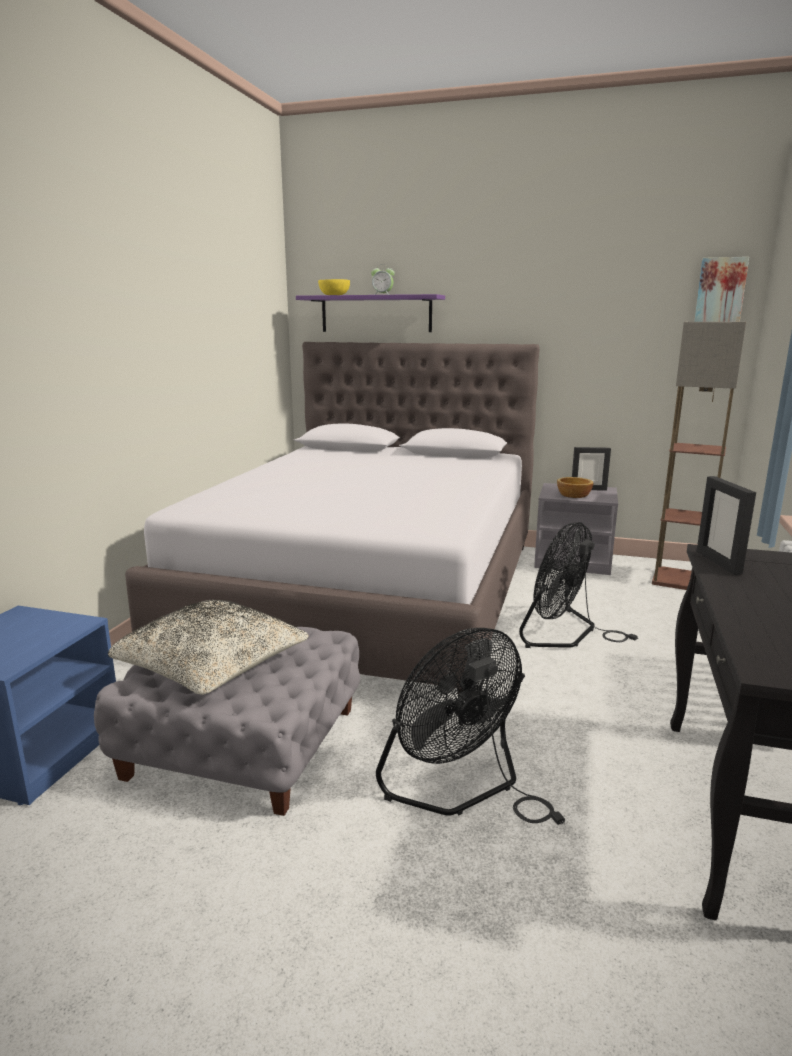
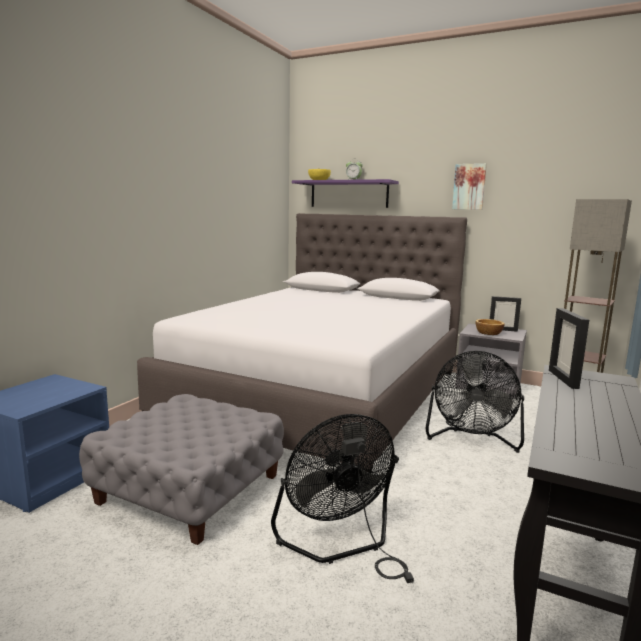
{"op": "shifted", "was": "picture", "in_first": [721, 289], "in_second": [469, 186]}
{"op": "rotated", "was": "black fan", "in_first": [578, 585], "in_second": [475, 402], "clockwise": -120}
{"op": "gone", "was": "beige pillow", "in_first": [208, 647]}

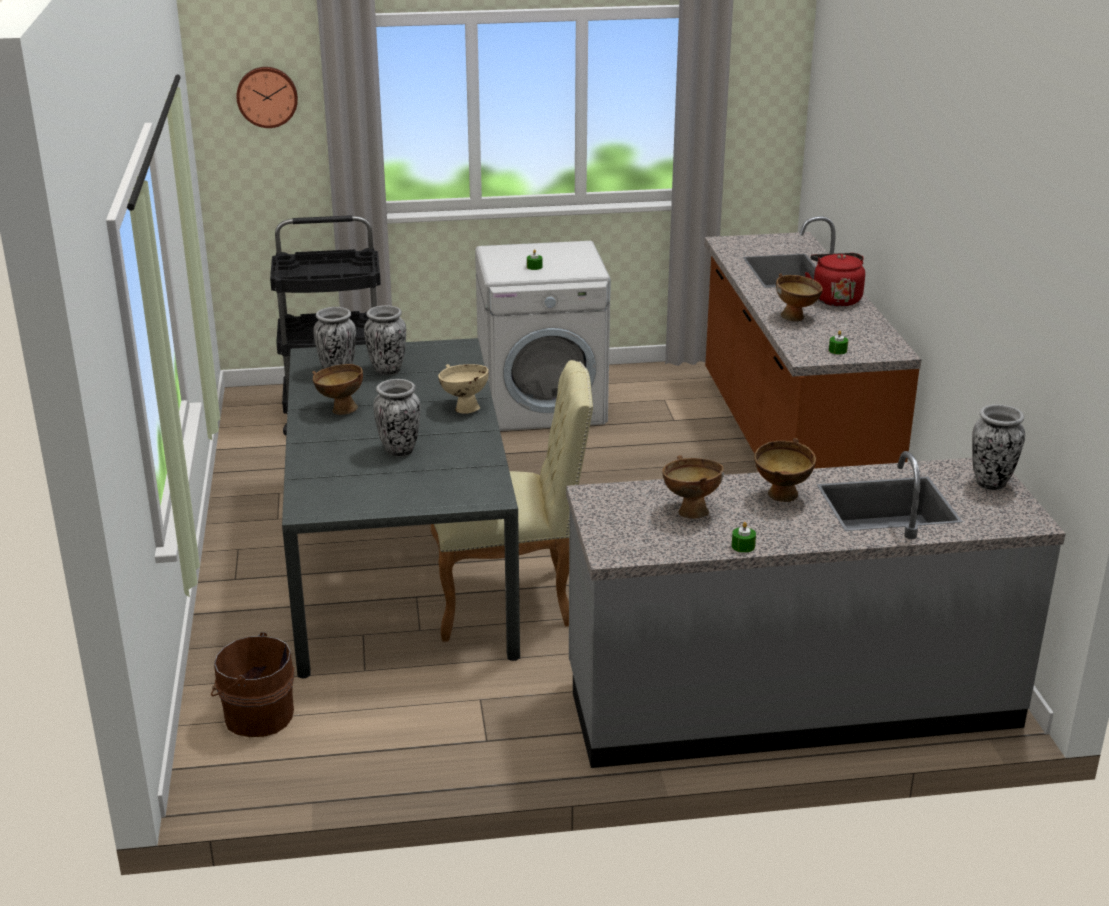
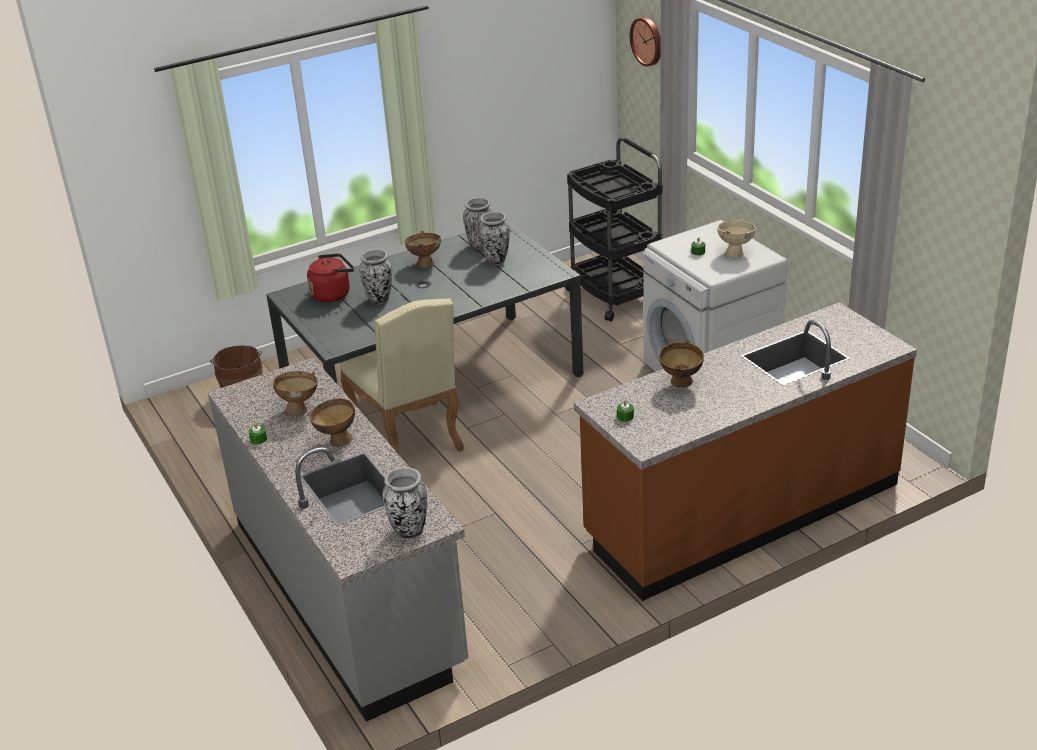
{"op": "shifted", "was": "red kettle", "in_first": [835, 280], "in_second": [330, 278]}
{"op": "shifted", "was": "beige bowl", "in_first": [463, 389], "in_second": [736, 238]}

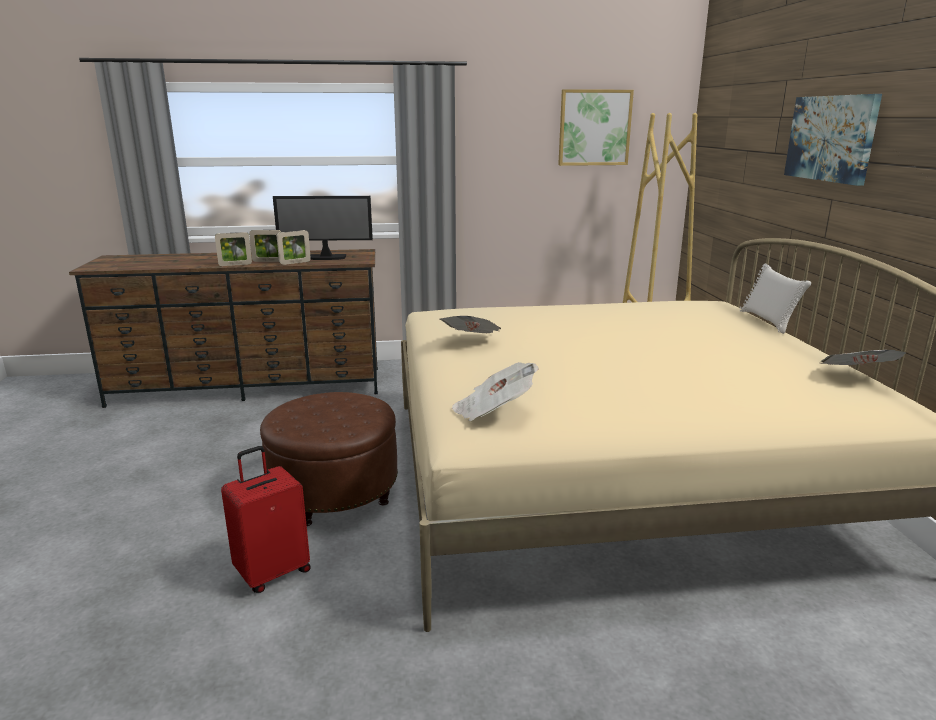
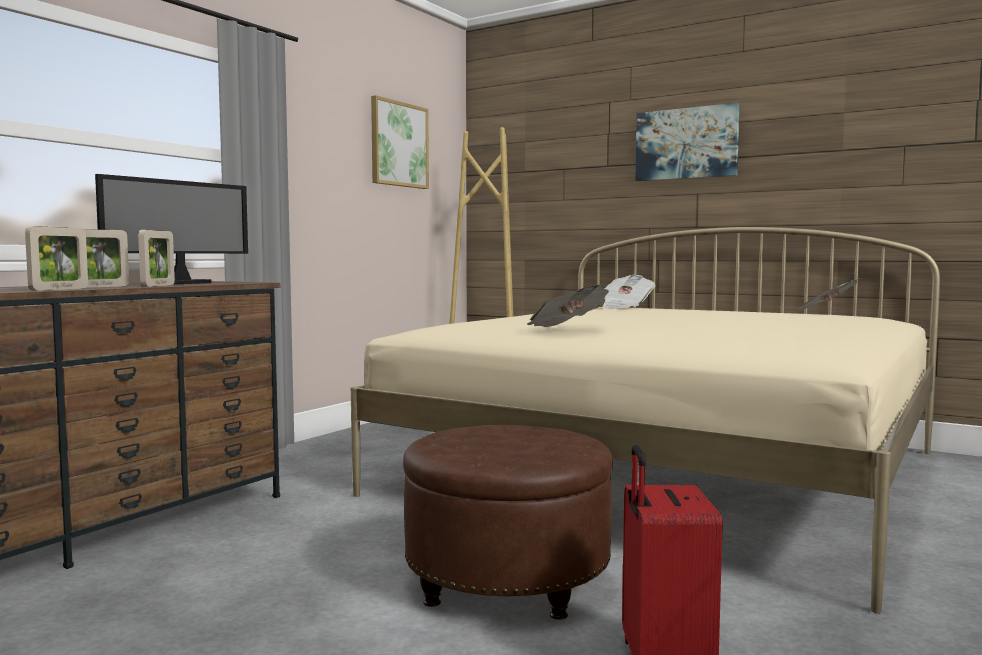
{"op": "gone", "was": "white pillow", "in_first": [775, 298]}
{"op": "shifted", "was": "newspaper", "in_first": [495, 391], "in_second": [629, 292]}

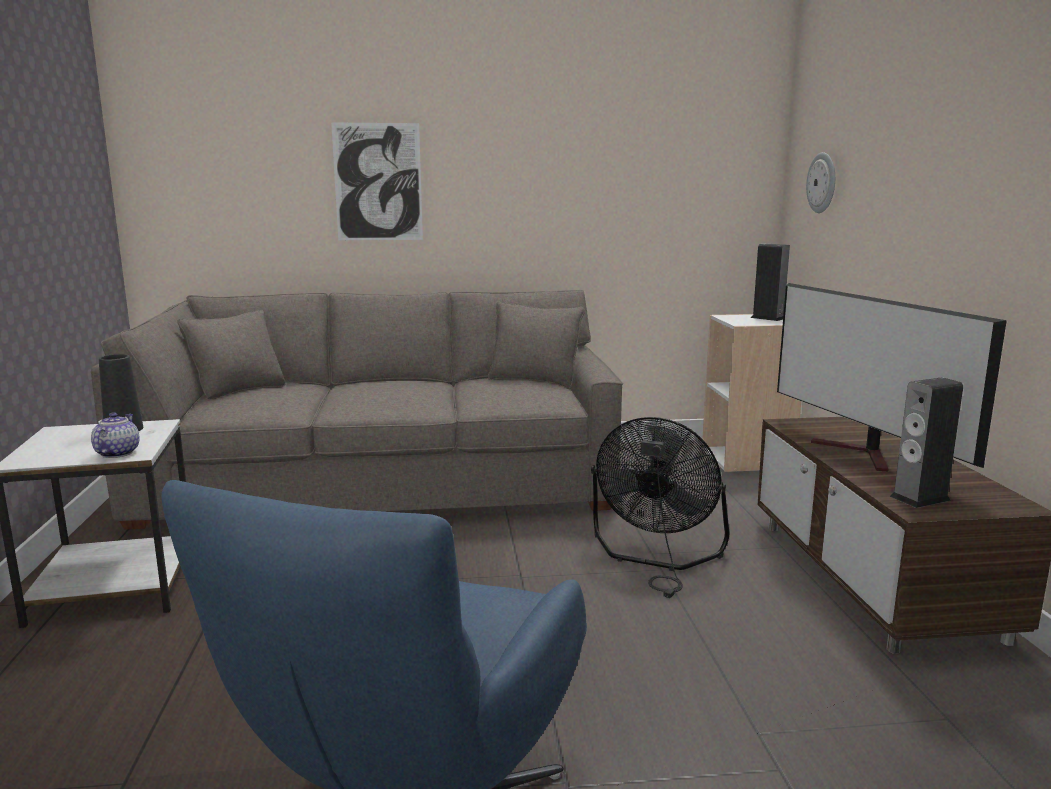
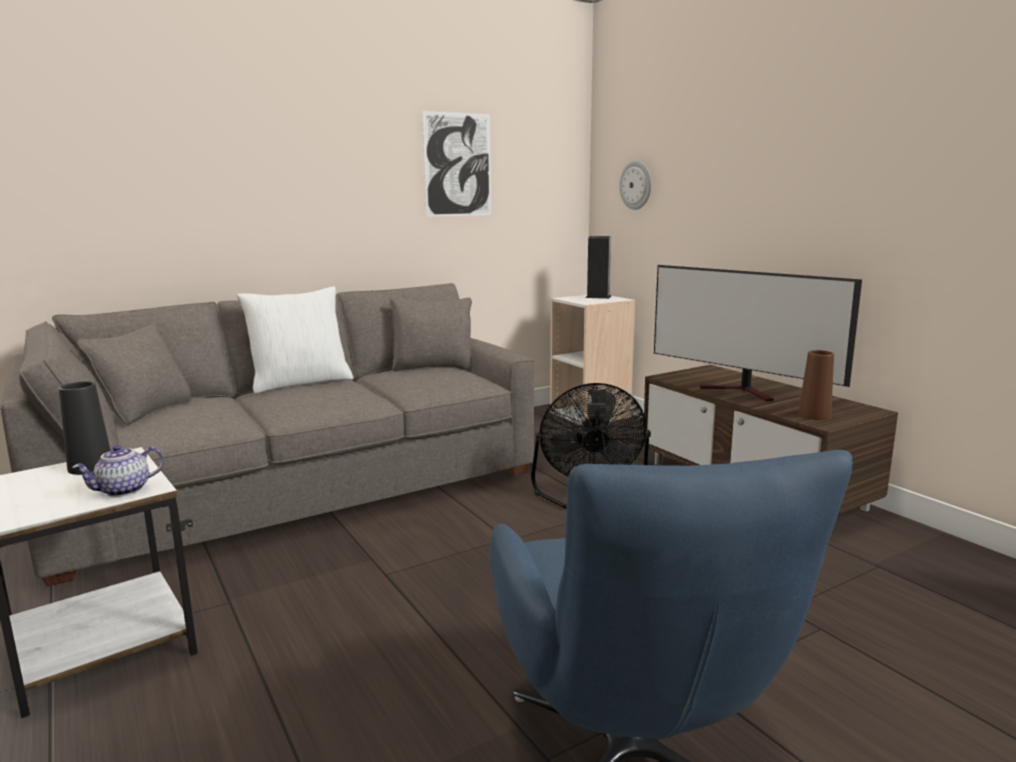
{"op": "shifted", "was": "picture", "in_first": [377, 181], "in_second": [456, 164]}
{"op": "swapped", "was": "speaker", "now": "brown vase", "in_first": [926, 442], "in_second": [816, 385]}
{"op": "rotated", "was": "teapot", "in_first": [115, 435], "in_second": [118, 471], "clockwise": -105}
{"op": "new", "now": "white pillow", "in_second": [295, 340]}

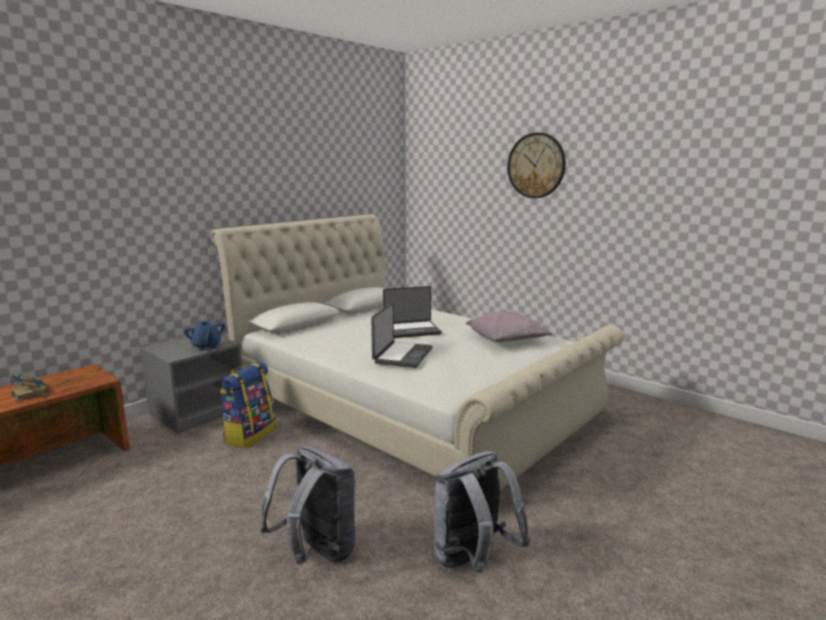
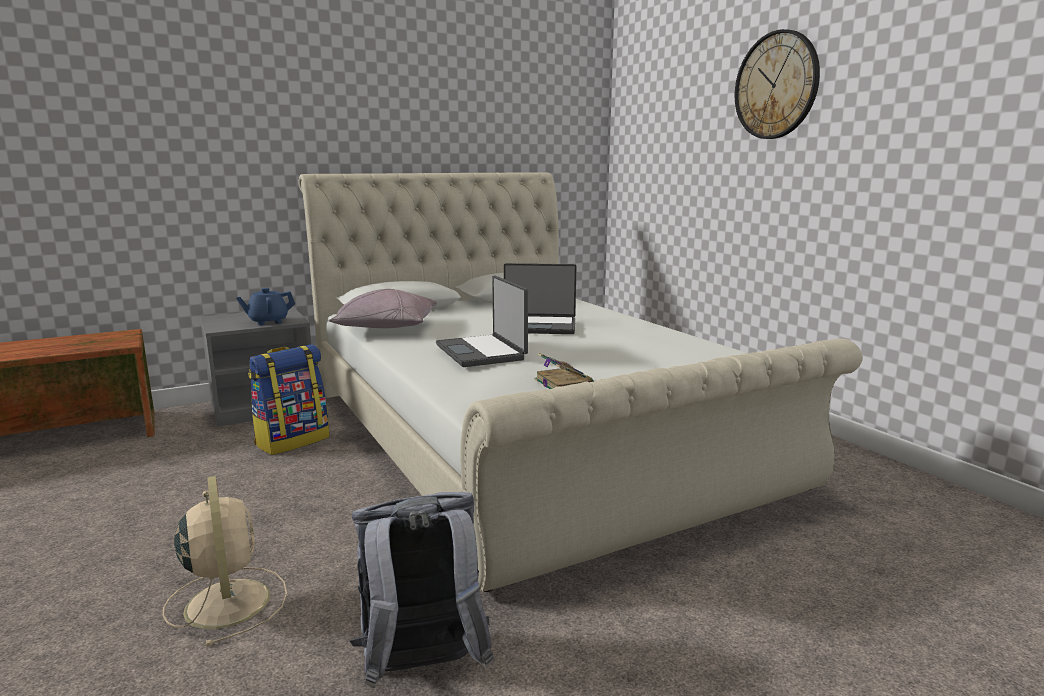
{"op": "rotated", "was": "laptop", "in_first": [402, 335], "in_second": [482, 321], "clockwise": 120}
{"op": "shifted", "was": "purple pillow", "in_first": [509, 326], "in_second": [383, 308]}
{"op": "rotated", "was": "blue teapot", "in_first": [204, 336], "in_second": [265, 307], "clockwise": 75}
{"op": "shifted", "was": "book", "in_first": [29, 387], "in_second": [564, 371]}
{"op": "swapped", "was": "grey backpack", "now": "beige fan", "in_first": [307, 505], "in_second": [225, 561]}

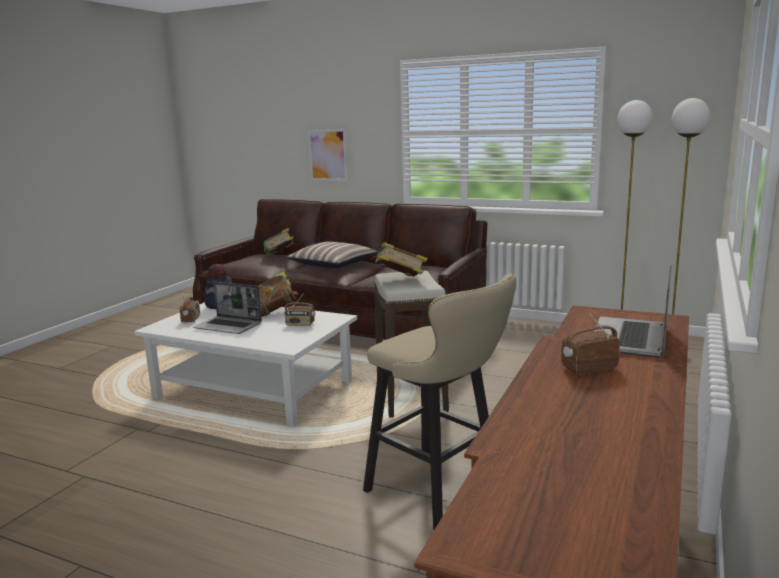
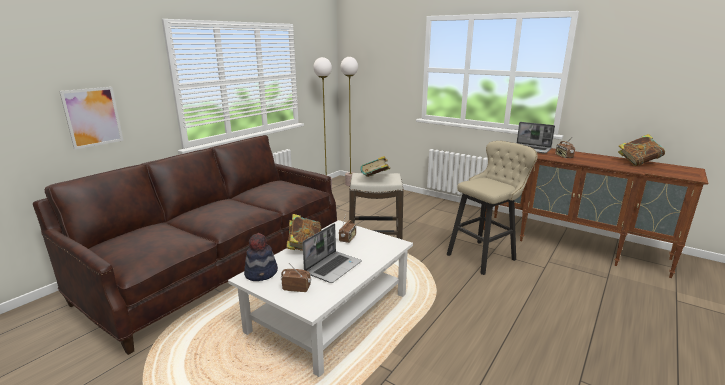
{"op": "shifted", "was": "book", "in_first": [279, 241], "in_second": [641, 150]}
{"op": "gone", "was": "pillow", "in_first": [332, 254]}

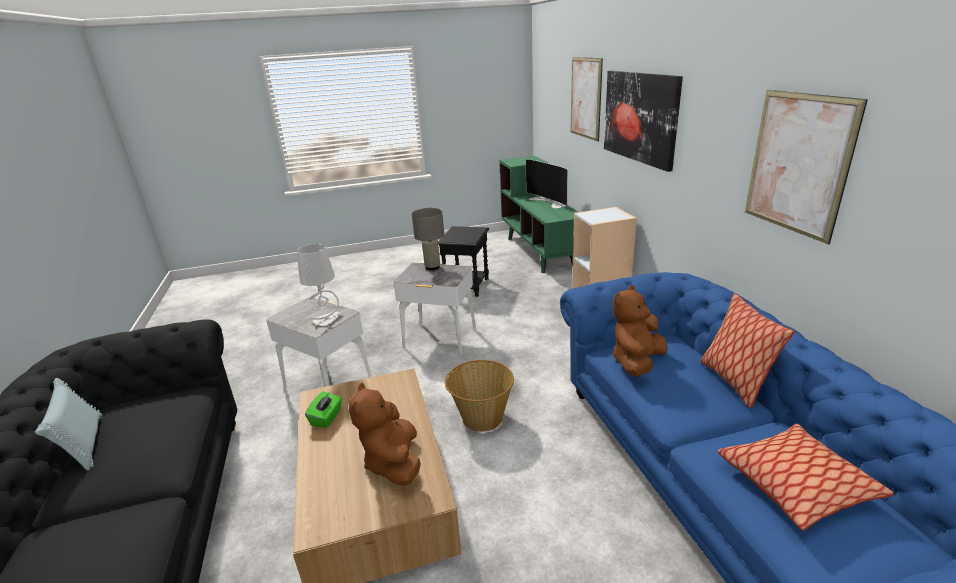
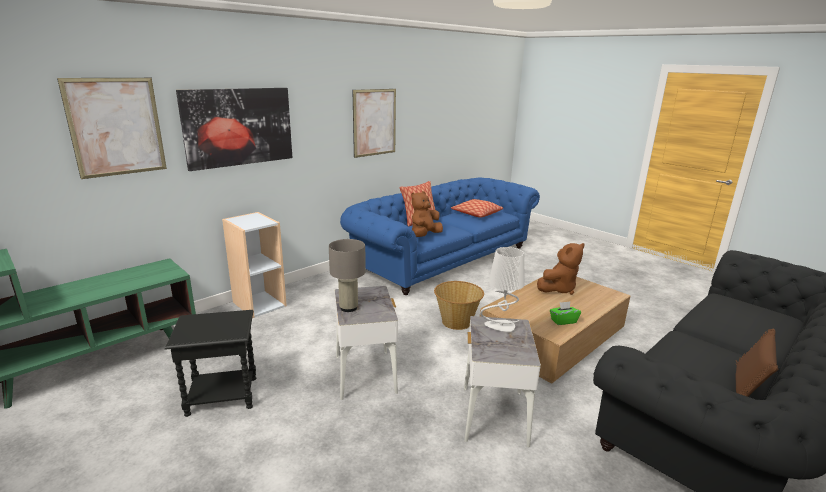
{"op": "gone", "was": "television", "in_first": [547, 183]}
{"op": "rotated", "was": "brown plush toy", "in_first": [640, 330], "in_second": [427, 214], "clockwise": 120}
{"op": "repainted", "was": "blue pillow", "now": "brown pillow", "in_first": [68, 424], "in_second": [756, 363]}

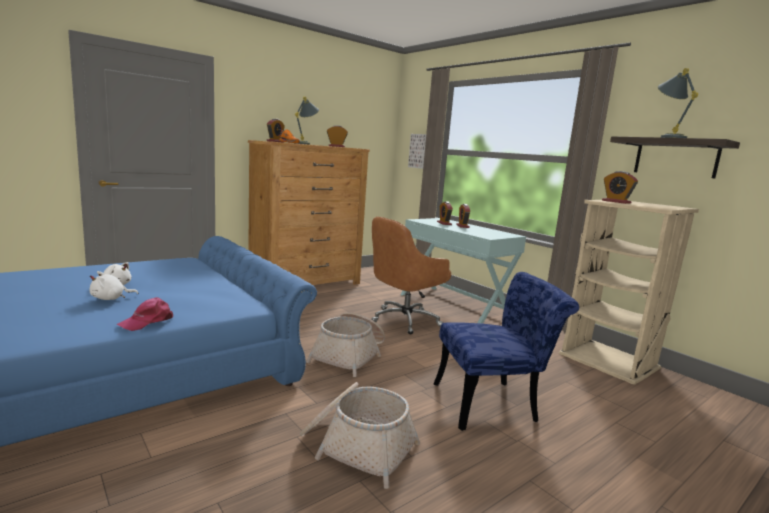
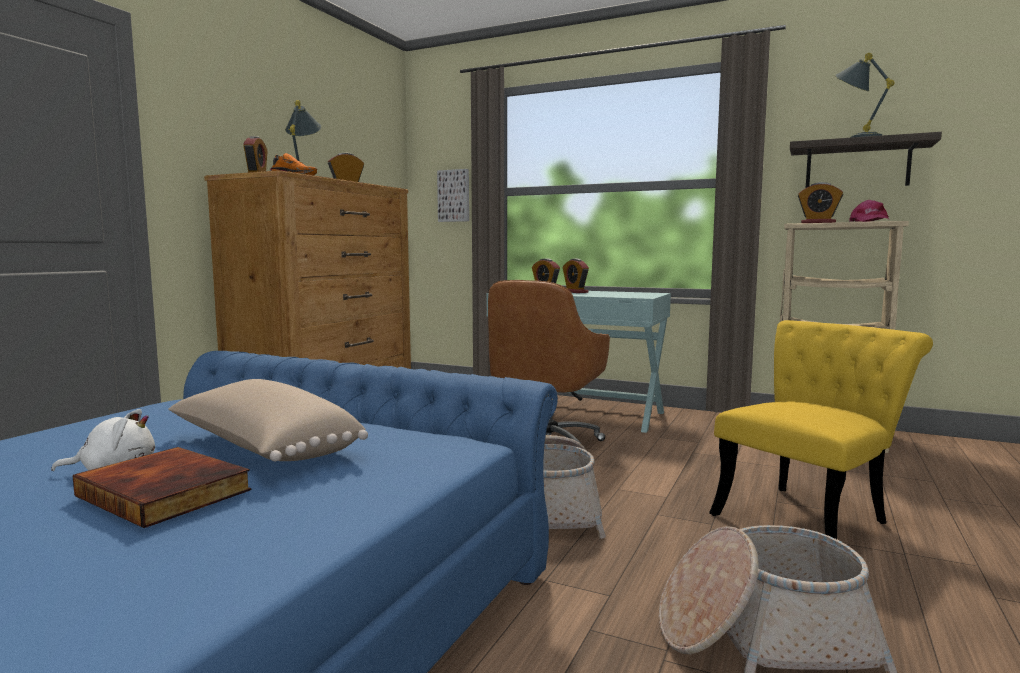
{"op": "swapped", "was": "white plush toy", "now": "book", "in_first": [113, 285], "in_second": [162, 487]}
{"op": "repainted", "was": "blue chair", "now": "yellow chair", "in_first": [506, 351], "in_second": [821, 429]}
{"op": "shifted", "was": "pink cap", "in_first": [145, 314], "in_second": [869, 211]}
{"op": "new", "now": "beige pillow", "in_second": [268, 420]}

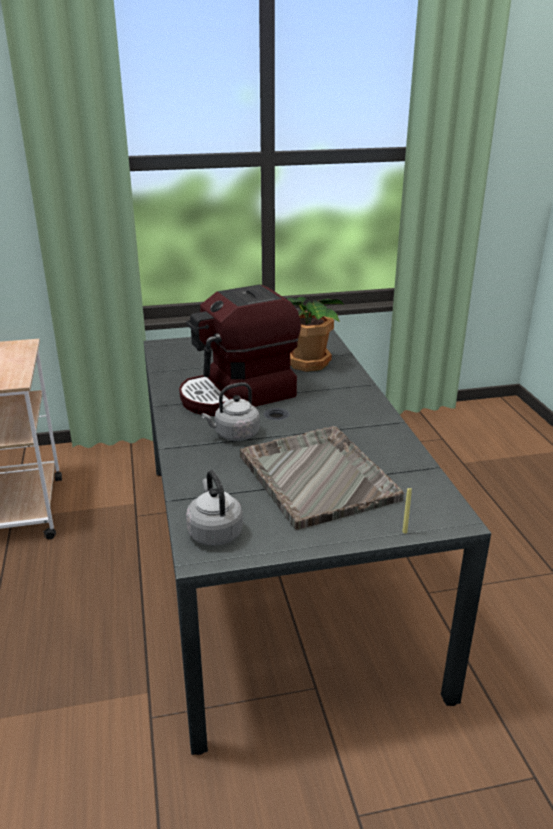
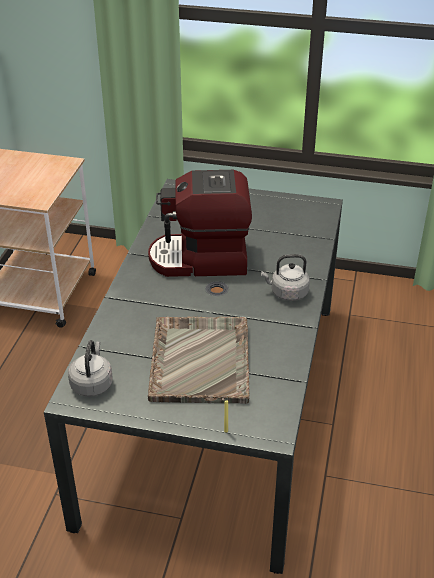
{"op": "gone", "was": "potted plant", "in_first": [315, 334]}
{"op": "shifted", "was": "grey kettle", "in_first": [230, 411], "in_second": [285, 277]}

